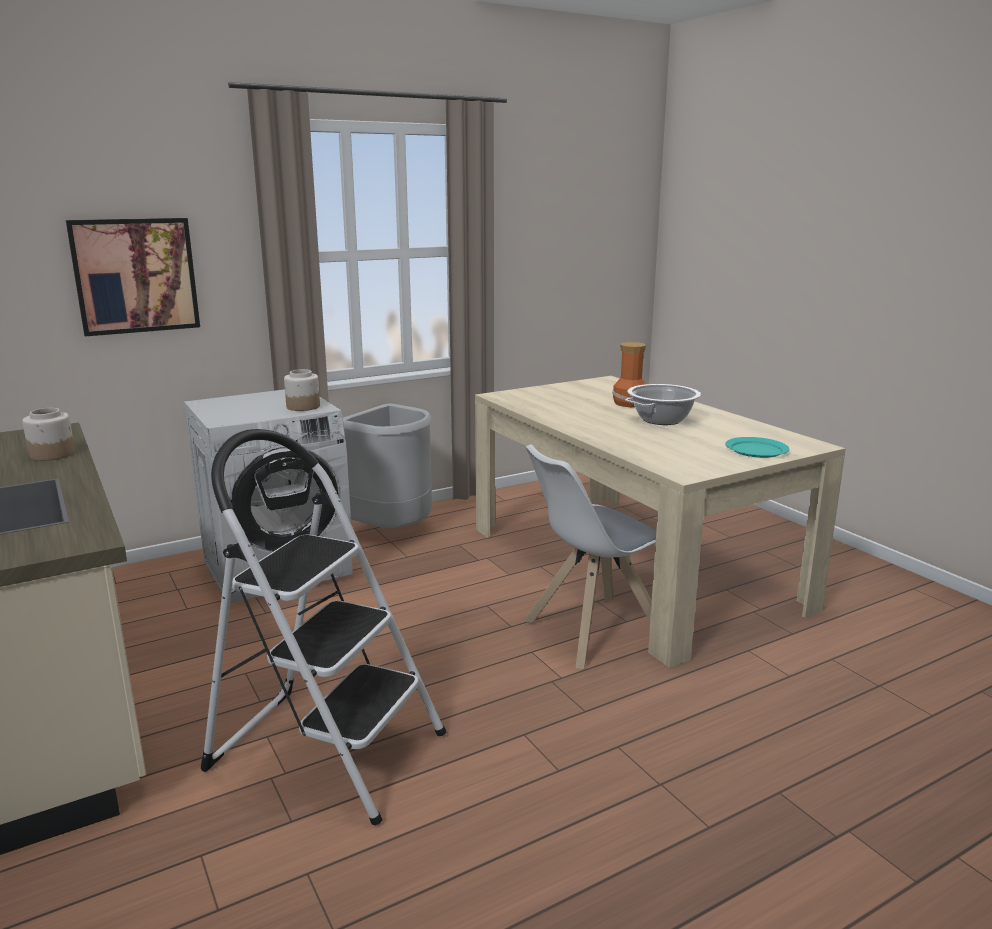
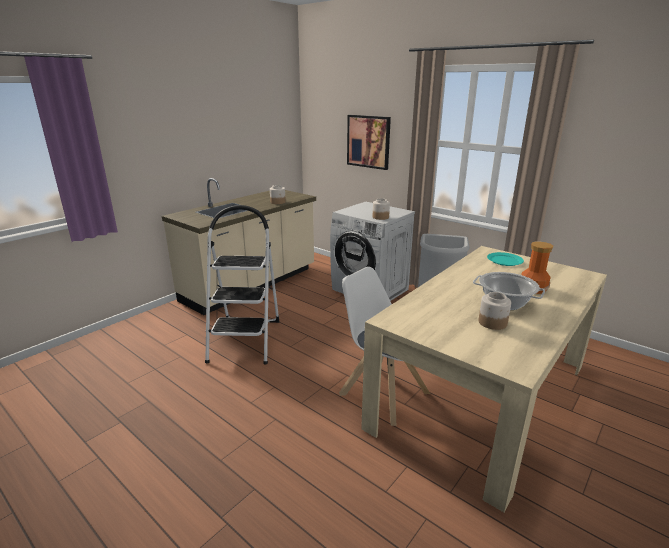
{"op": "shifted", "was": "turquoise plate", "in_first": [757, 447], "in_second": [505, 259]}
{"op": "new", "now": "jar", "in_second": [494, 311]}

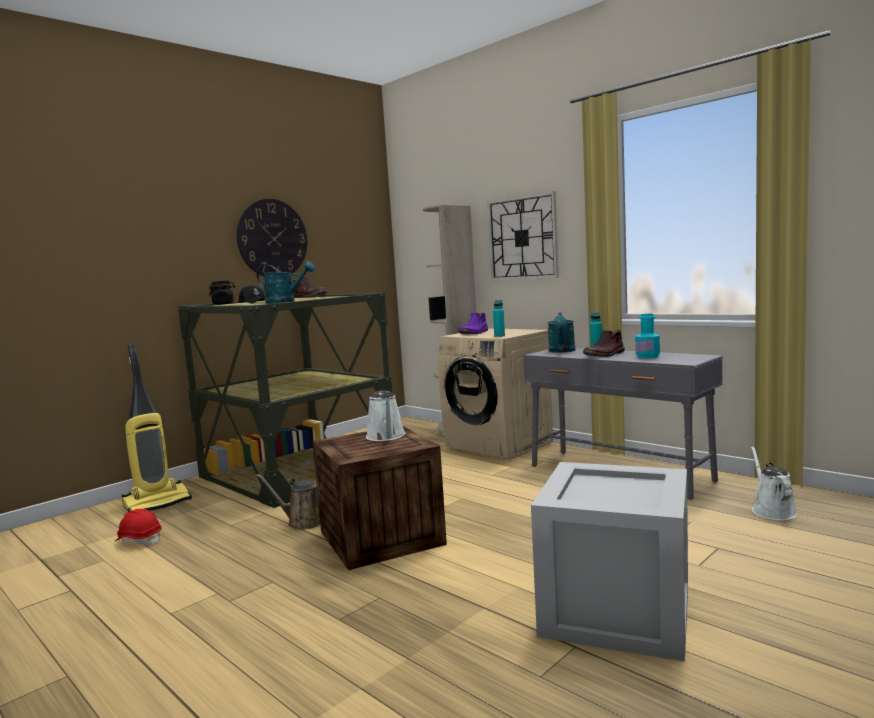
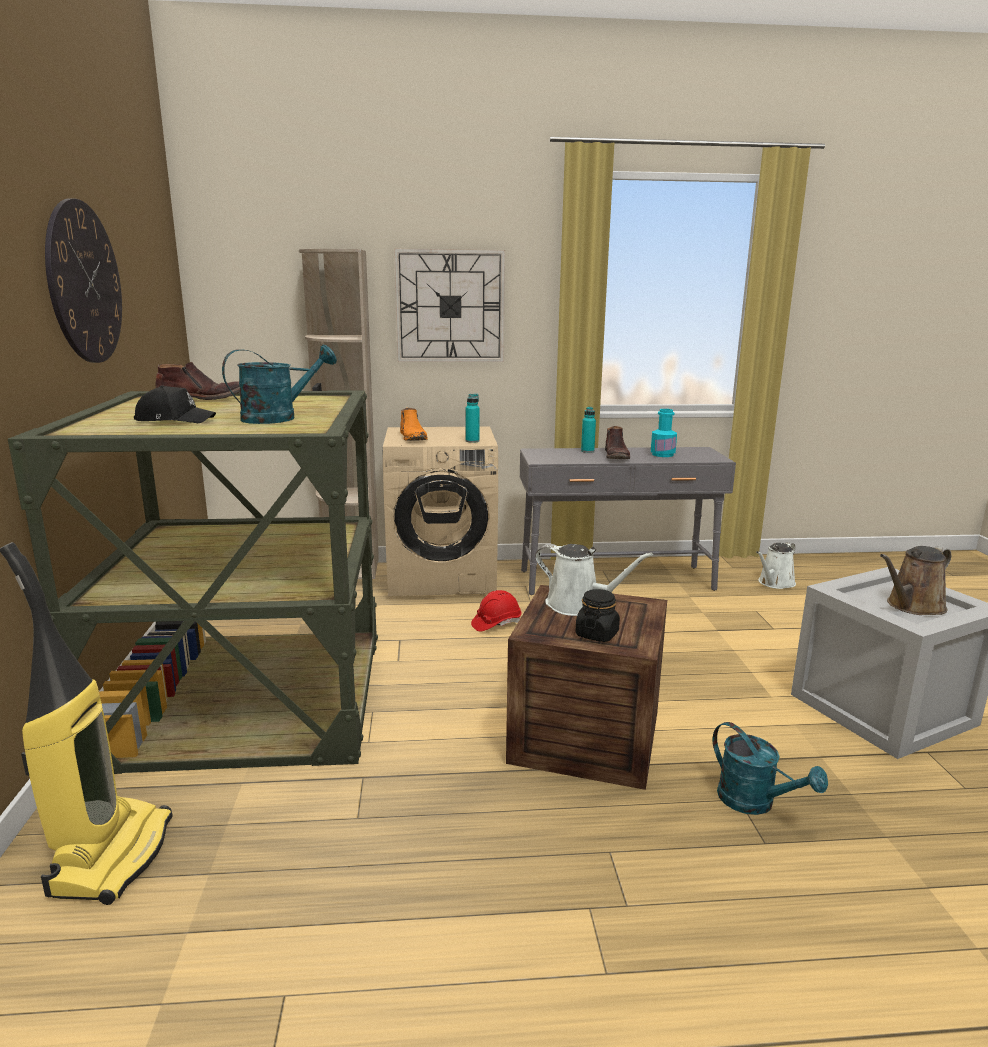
{"op": "shifted", "was": "black jar", "in_first": [222, 293], "in_second": [597, 615]}
{"op": "shifted", "was": "turquoise watering can", "in_first": [561, 332], "in_second": [770, 768]}
{"op": "repainted", "was": "purple boot", "now": "orange boot", "in_first": [473, 323], "in_second": [414, 424]}
{"op": "rotated", "was": "white watering can", "in_first": [774, 483], "in_second": [776, 565], "clockwise": -90}
{"op": "shifted", "was": "brown watering can", "in_first": [288, 502], "in_second": [915, 580]}
{"op": "shifted", "was": "red hard hat", "in_first": [138, 527], "in_second": [496, 610]}

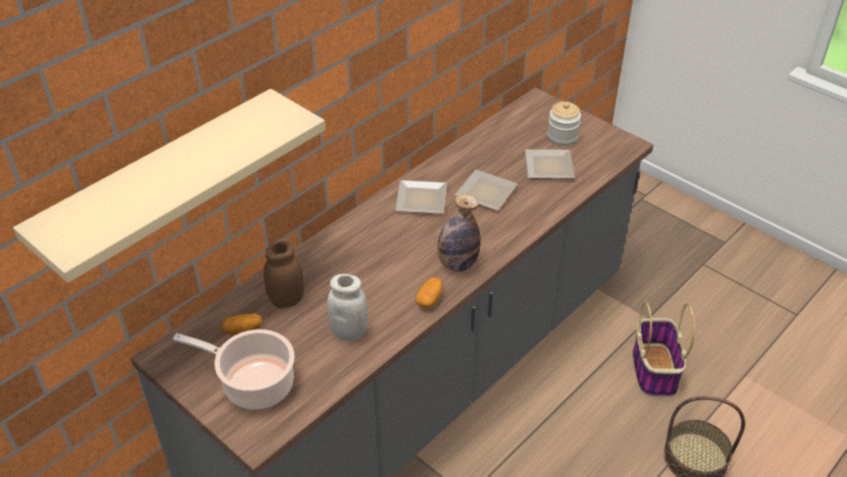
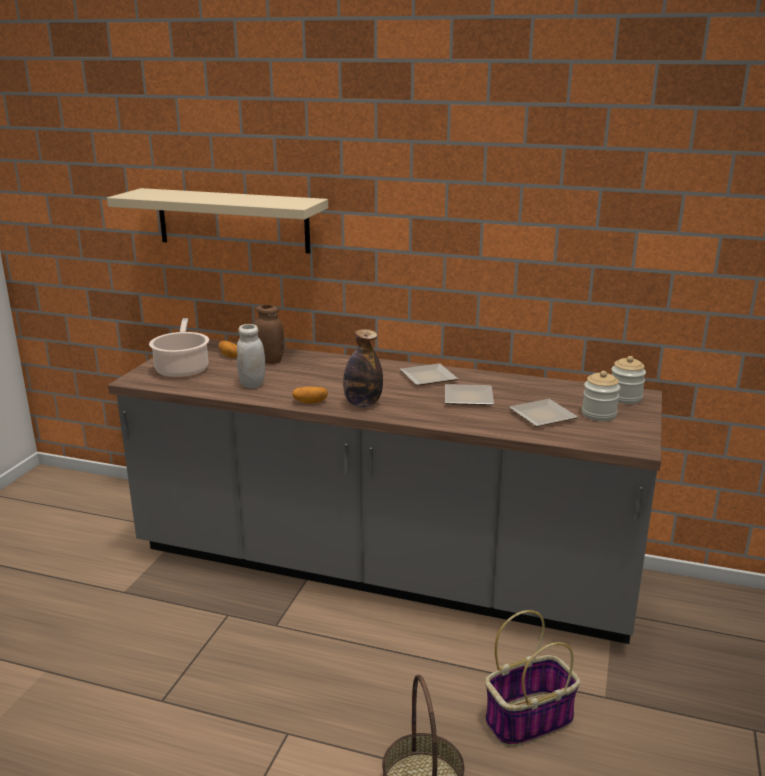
{"op": "new", "now": "jar", "in_second": [628, 380]}

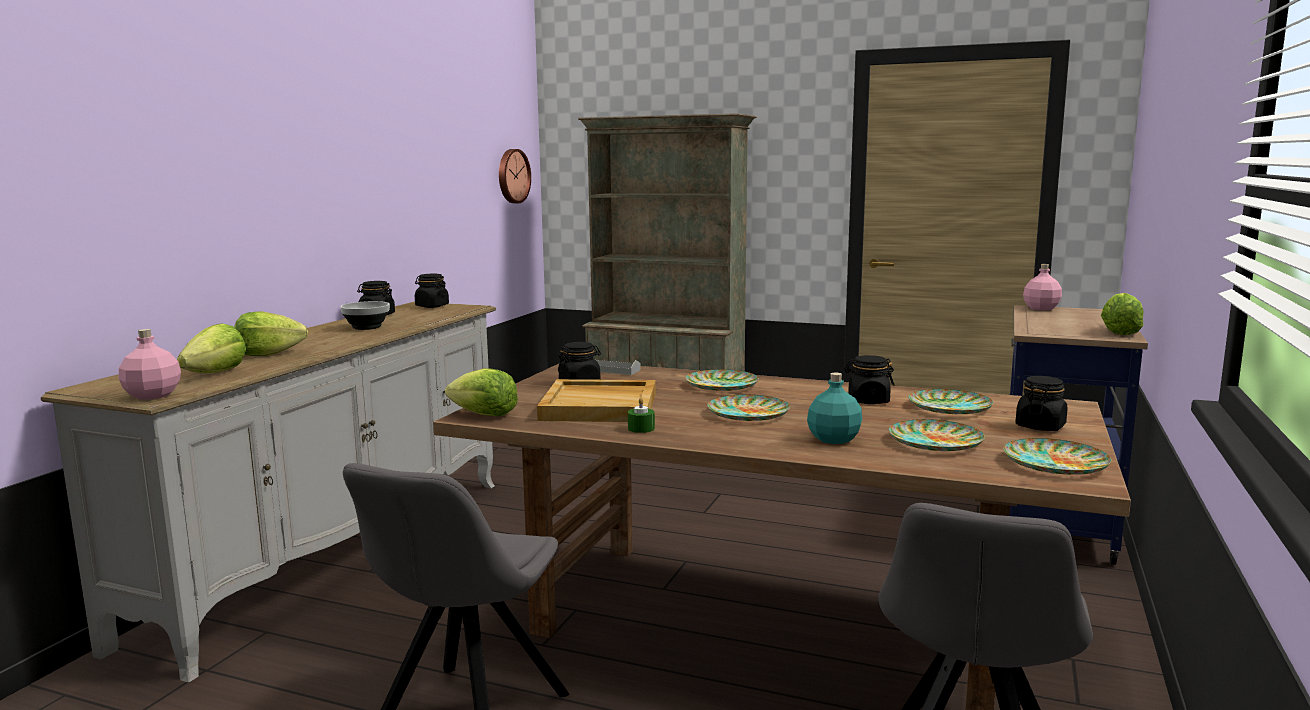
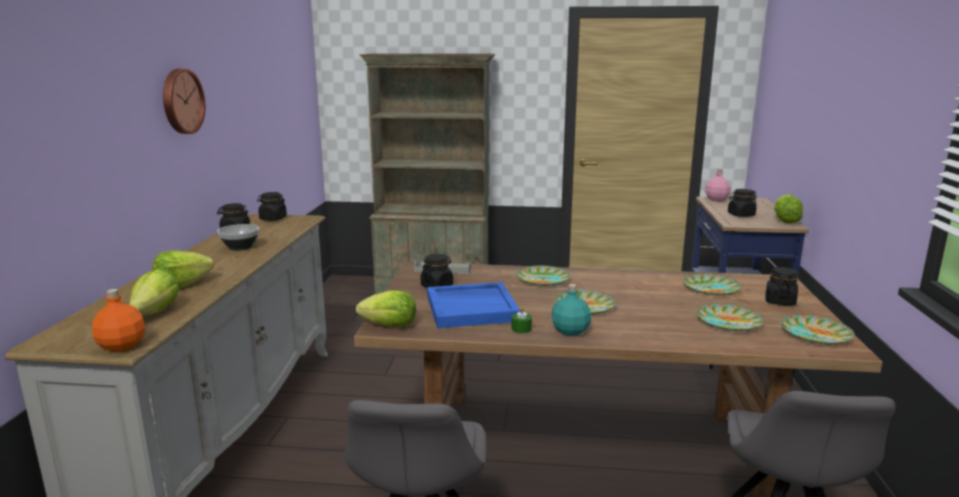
{"op": "shifted", "was": "wall clock", "in_first": [515, 176], "in_second": [184, 101]}
{"op": "repainted", "was": "pink bottle", "now": "orange bottle", "in_first": [150, 364], "in_second": [118, 320]}
{"op": "shifted", "was": "black jar", "in_first": [869, 379], "in_second": [742, 203]}
{"op": "shifted", "was": "turquoise bottle", "in_first": [834, 408], "in_second": [571, 310]}
{"op": "repainted", "was": "beige tray", "now": "blue tray", "in_first": [596, 400], "in_second": [474, 305]}

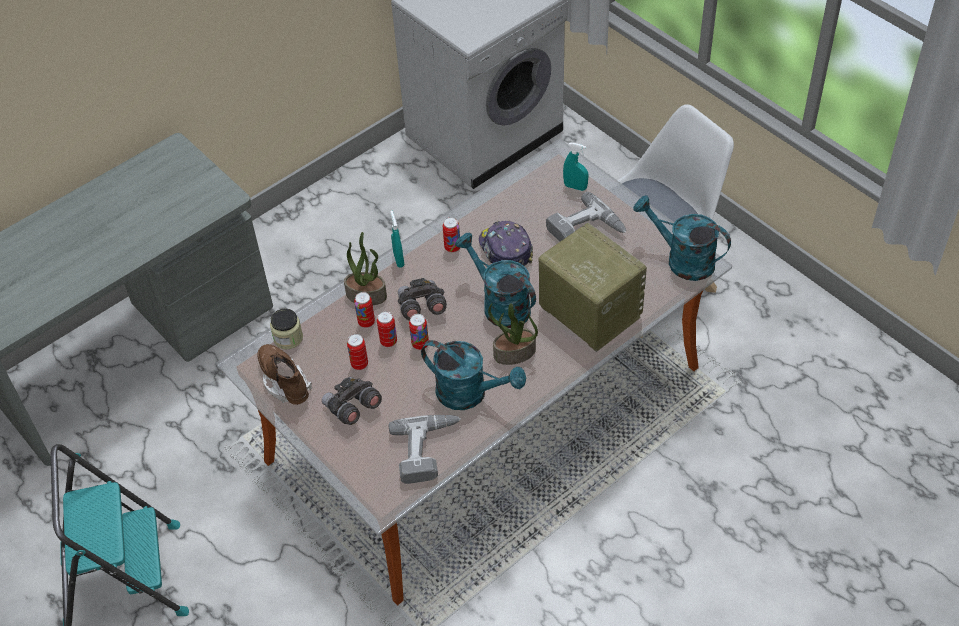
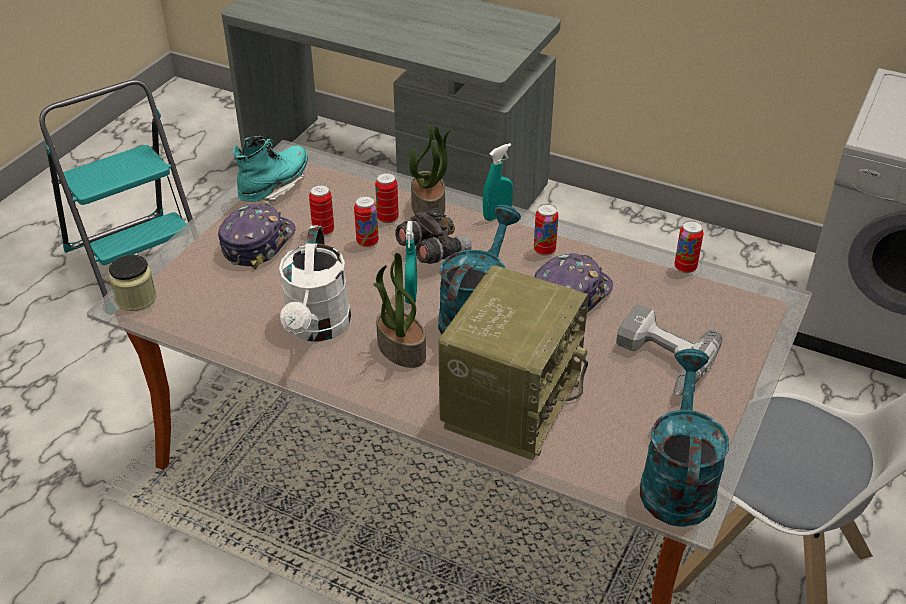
{"op": "shifted", "was": "turquoise spray bottle", "in_first": [575, 166], "in_second": [411, 262]}
{"op": "shifted", "was": "jar", "in_first": [286, 328], "in_second": [132, 283]}
{"op": "shifted", "was": "can", "in_first": [419, 332], "in_second": [689, 246]}
{"op": "repainted", "was": "turquoise watering can", "now": "white watering can", "in_first": [473, 375], "in_second": [315, 283]}
{"op": "repainted", "was": "brown boot", "now": "turquoise boot", "in_first": [285, 374], "in_second": [270, 171]}
{"op": "swapped", "was": "grey binoculars", "now": "cap", "in_first": [352, 401], "in_second": [257, 236]}
{"op": "gone", "was": "power drill", "in_first": [424, 449]}

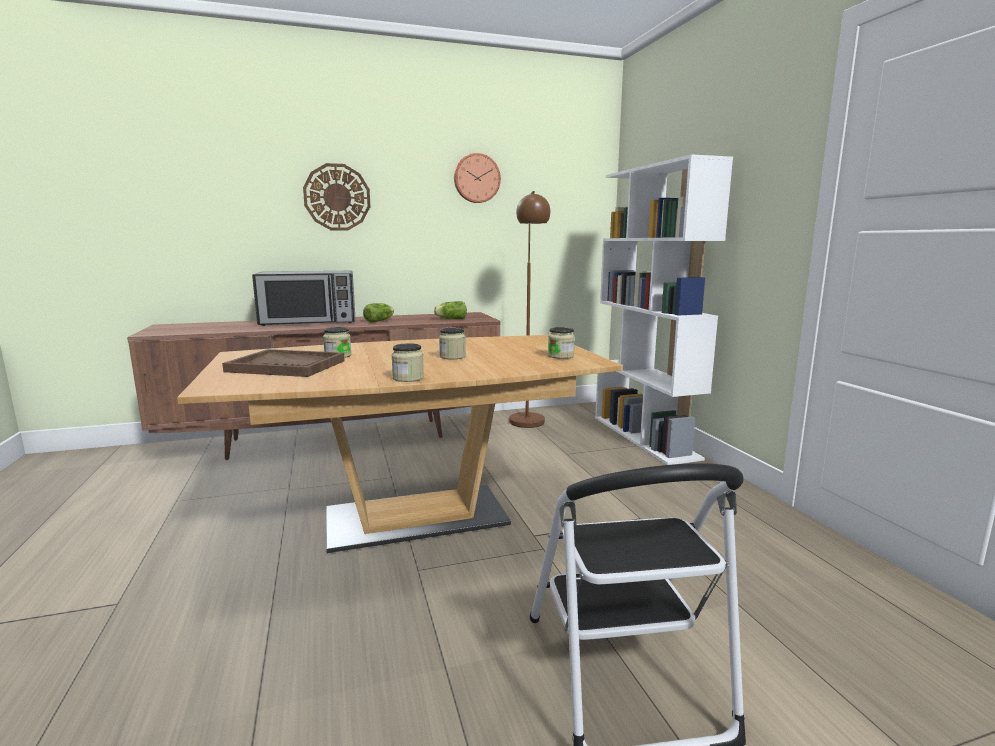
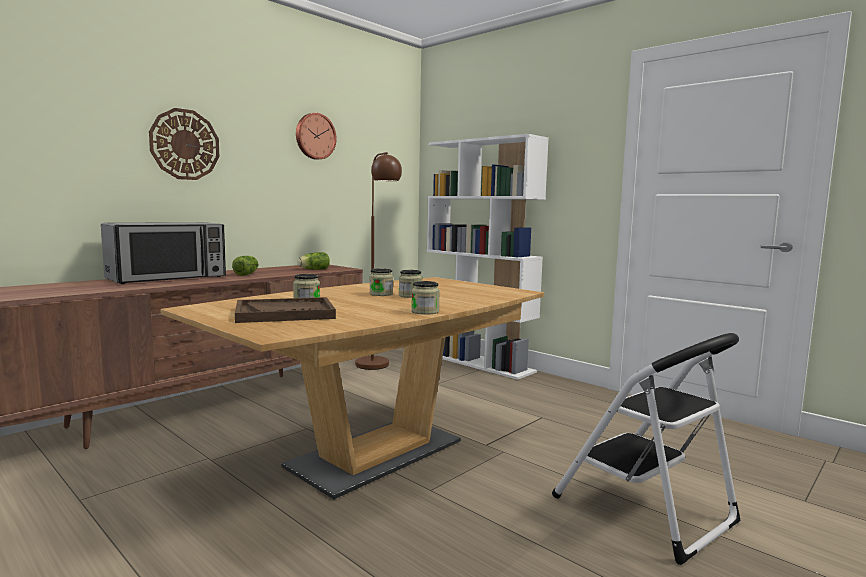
{"op": "shifted", "was": "jar", "in_first": [561, 343], "in_second": [381, 282]}

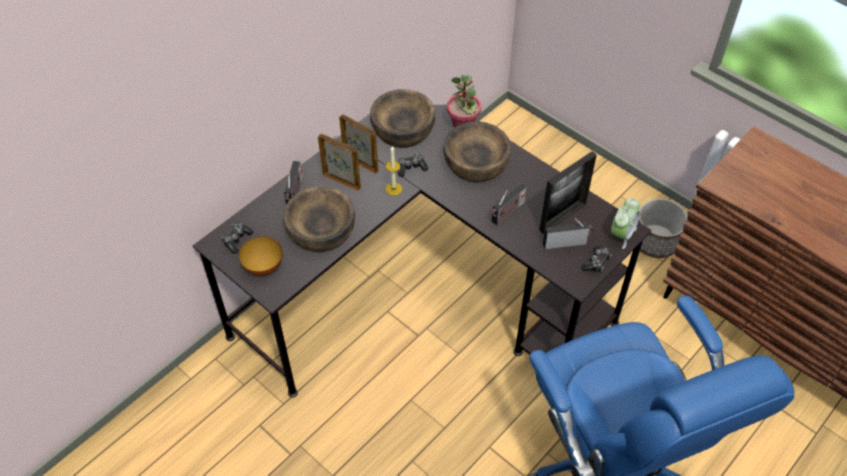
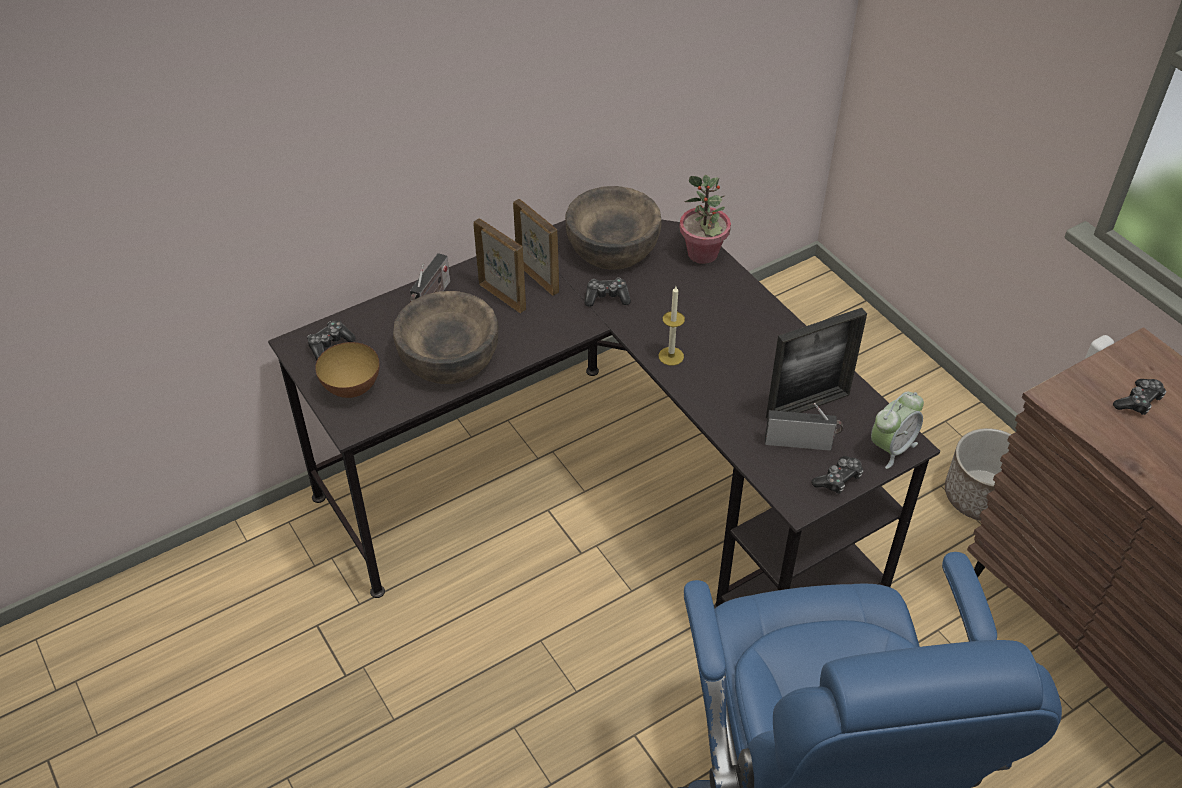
{"op": "gone", "was": "brown bowl", "in_first": [477, 152]}
{"op": "shifted", "was": "candle", "in_first": [393, 171], "in_second": [672, 326]}
{"op": "gone", "was": "radio", "in_first": [509, 204]}
{"op": "new", "now": "game controller", "in_second": [1140, 397]}

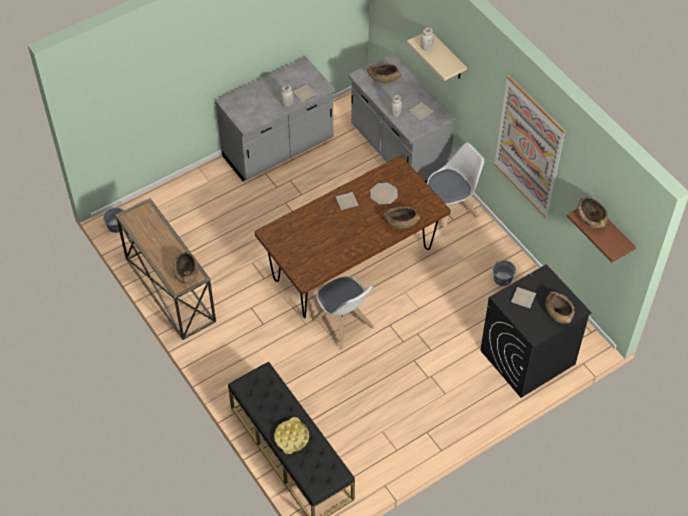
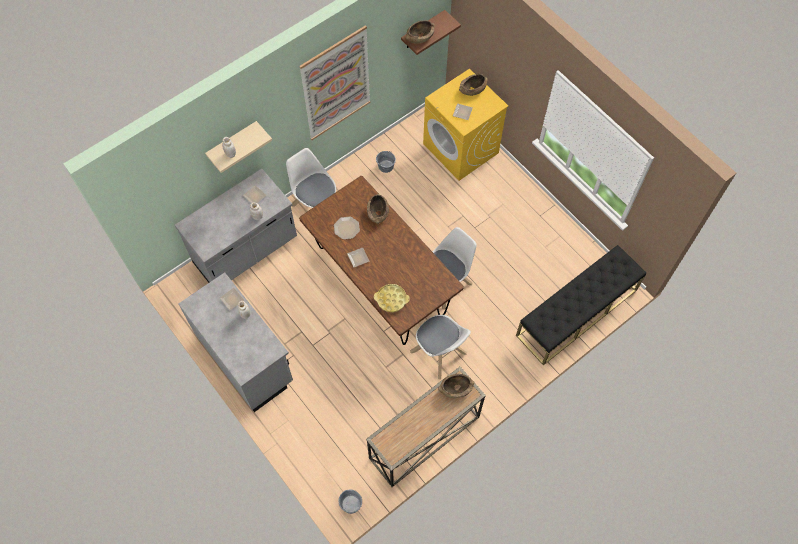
{"op": "gone", "was": "brown bowl", "in_first": [384, 73]}
{"op": "repainted", "was": "black washing machine", "now": "yellow washing machine", "in_first": [536, 331], "in_second": [465, 124]}
{"op": "shifted", "was": "yellow tray", "in_first": [291, 435], "in_second": [392, 298]}
{"op": "new", "now": "chair", "in_second": [440, 347]}

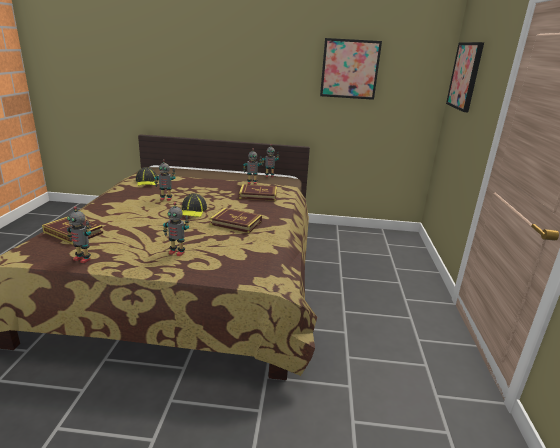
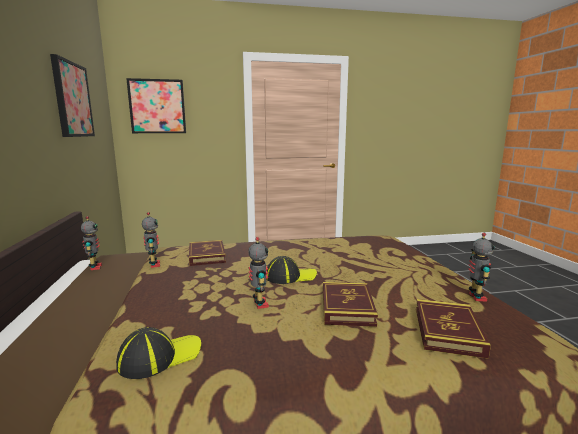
{"op": "gone", "was": "toy robot", "in_first": [176, 229]}
{"op": "shifted", "was": "book", "in_first": [236, 220], "in_second": [350, 304]}

